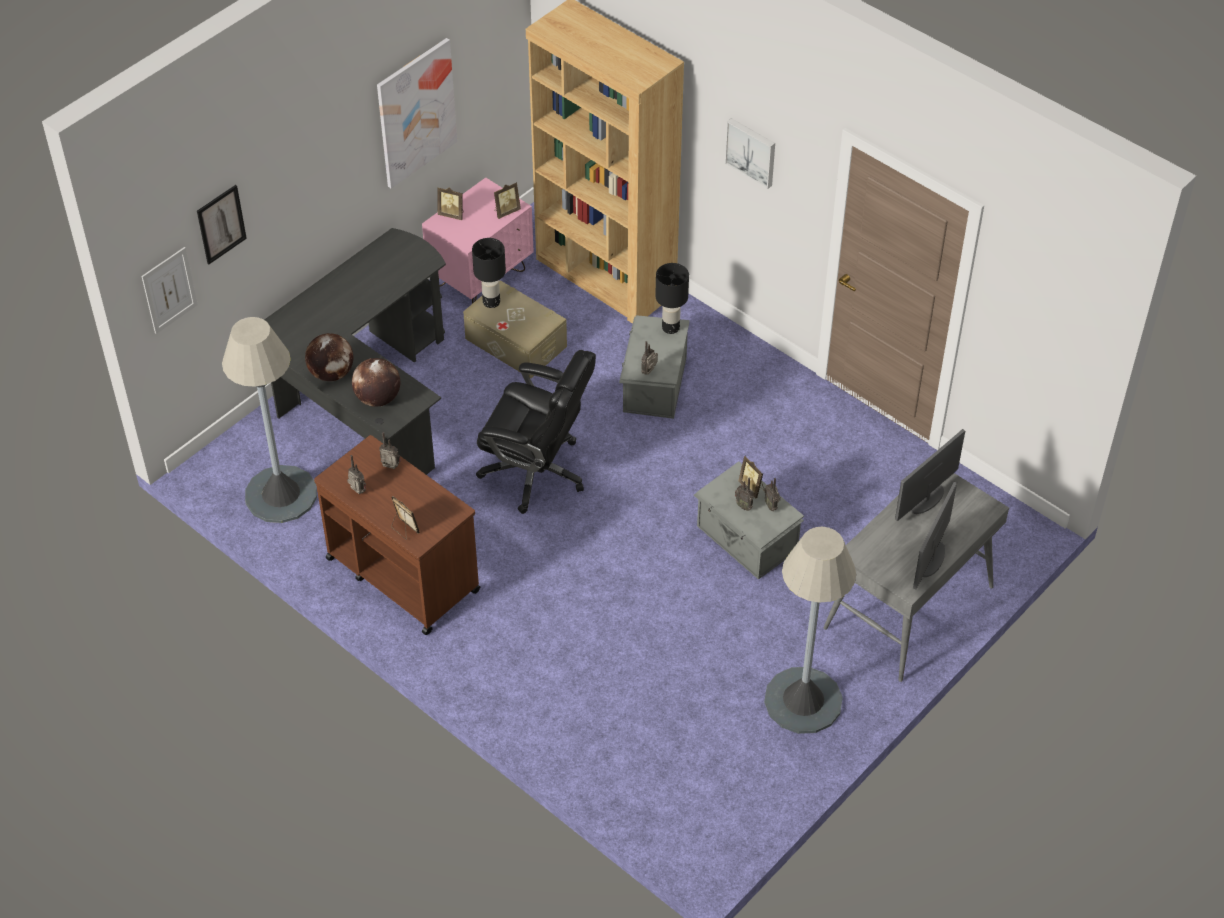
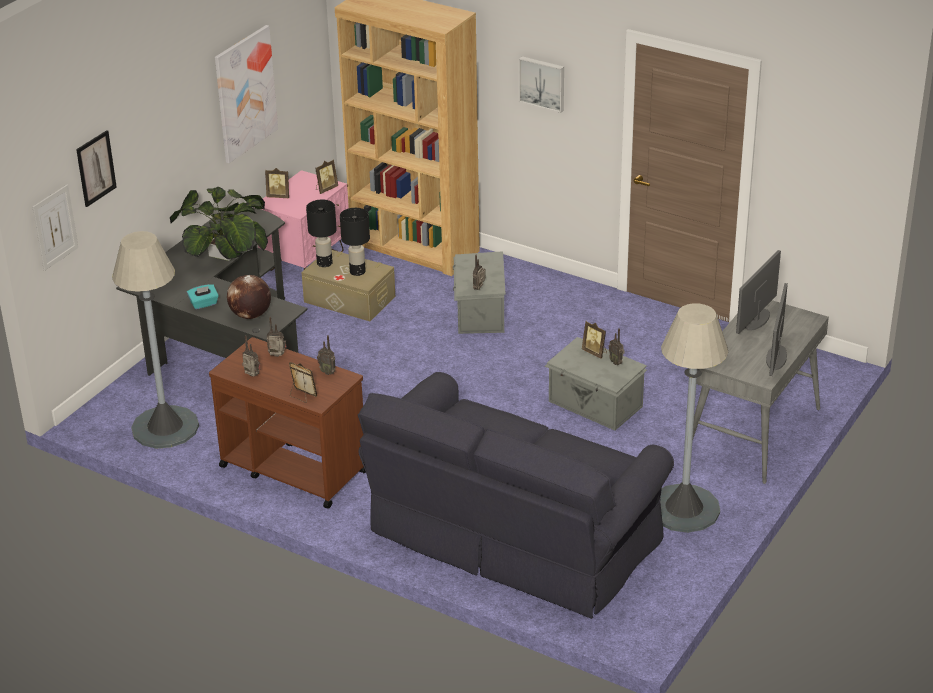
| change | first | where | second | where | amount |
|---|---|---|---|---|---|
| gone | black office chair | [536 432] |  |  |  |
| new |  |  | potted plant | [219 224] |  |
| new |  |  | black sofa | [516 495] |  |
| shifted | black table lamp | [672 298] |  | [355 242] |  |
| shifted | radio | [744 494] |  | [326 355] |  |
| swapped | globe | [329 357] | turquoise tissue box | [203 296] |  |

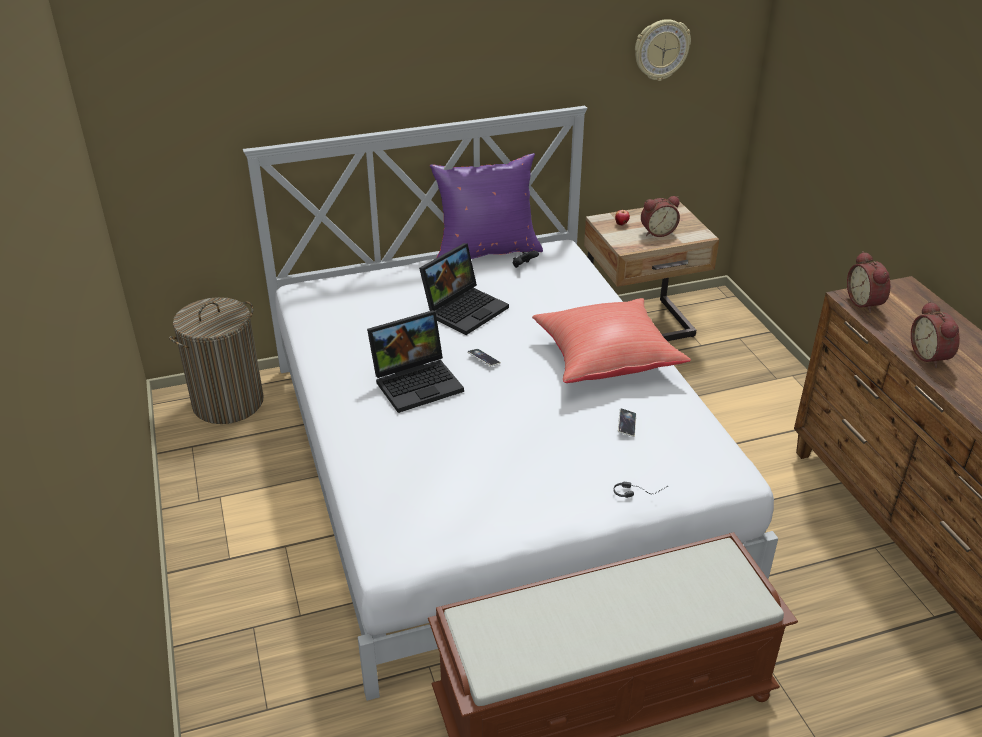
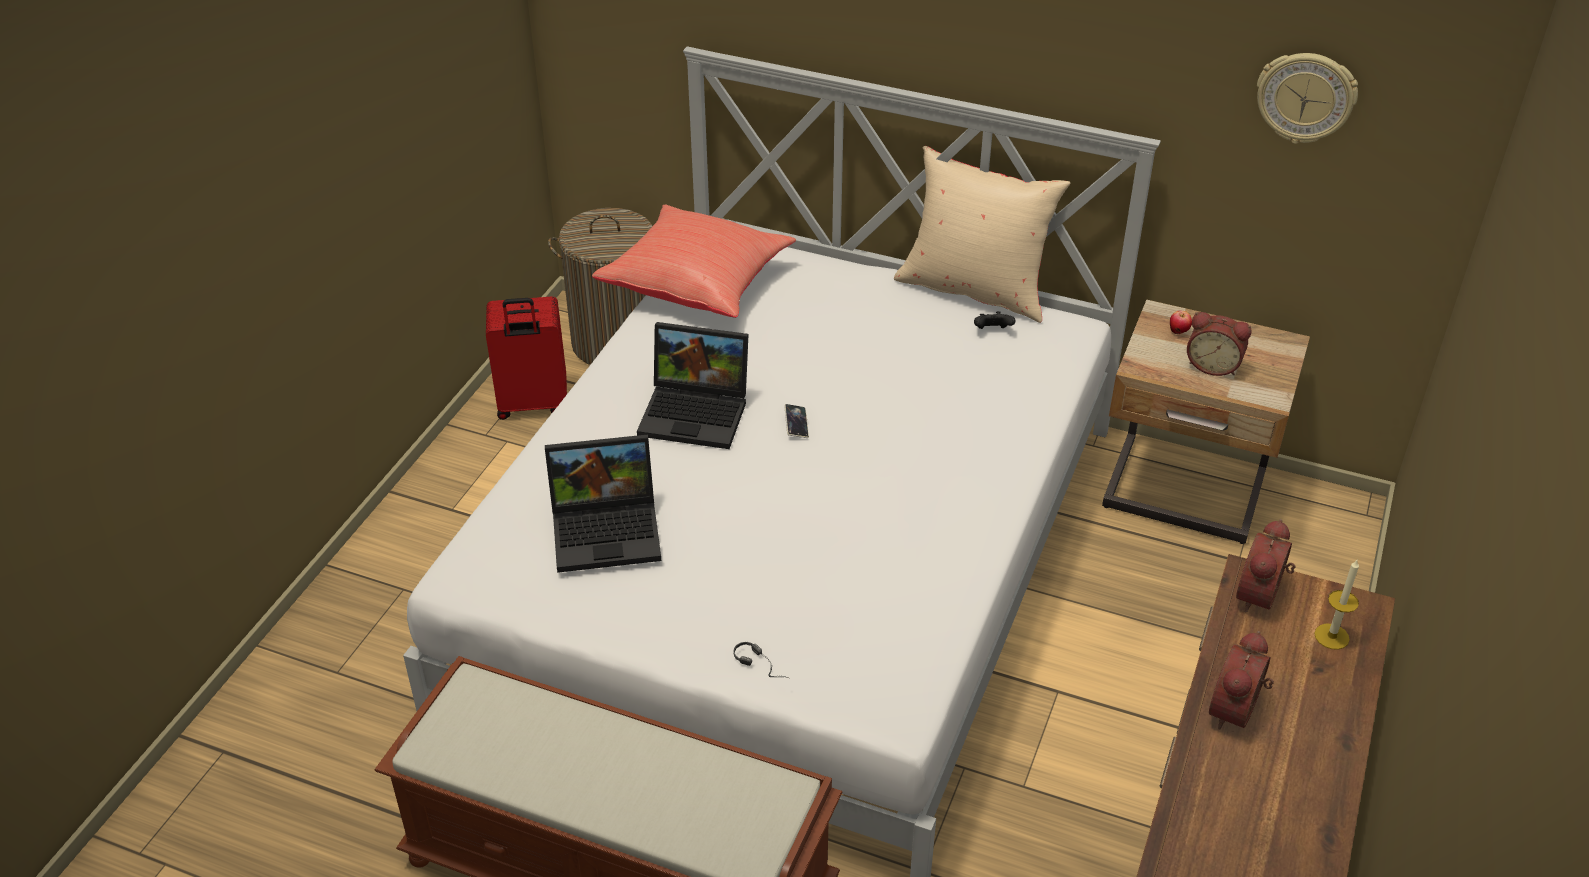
| change | first | where | second | where | amount |
|---|---|---|---|---|---|
| gone | phone | [627 423] |  |  |  |
| new |  |  | red suitcase | [526 358] |  |
| new |  |  | candle | [1336 605] |  |
| shifted | laptop | [464 289] |  | [603 503] |  |
| shifted | red pillow | [611 340] |  | [694 261] |  |
| repainted | purple pillow | [486 206] | beige pillow | [982 234] |  |

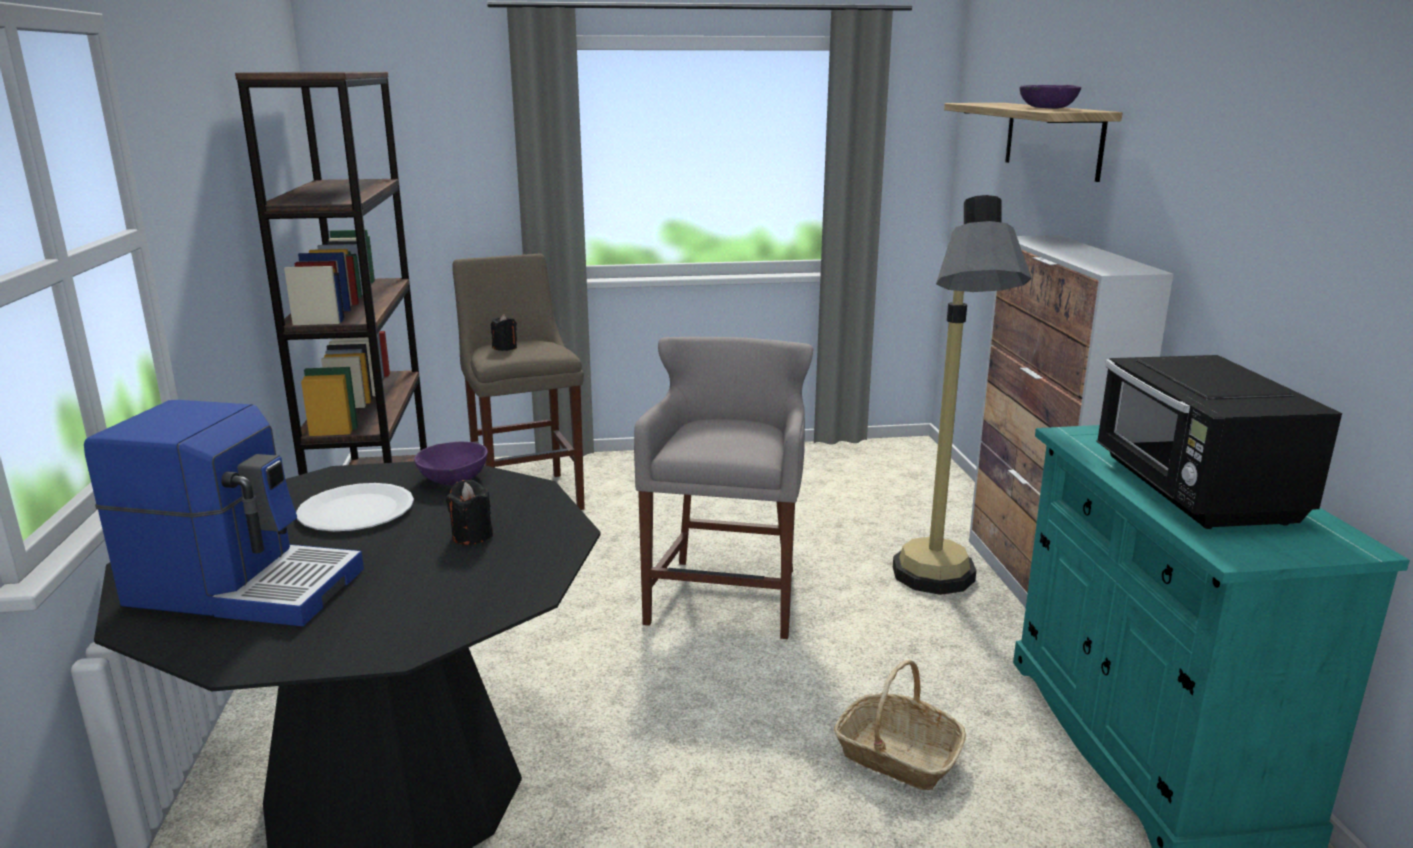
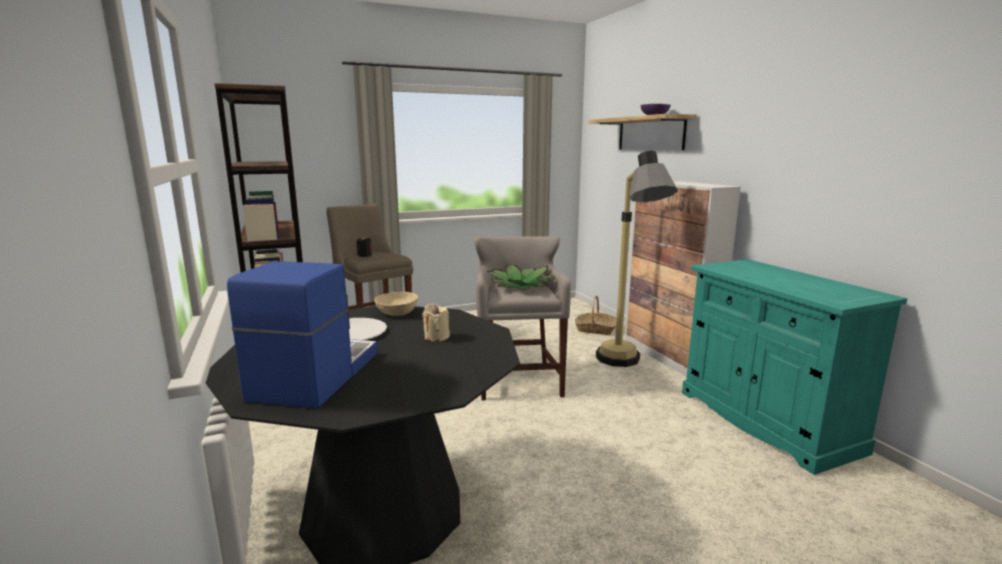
| change | first | where | second | where | amount |
|---|---|---|---|---|---|
| gone | black microwave | [1219 442] |  |  |  |
| new |  |  | potted plant | [520 277] |  |
| shifted | basket | [900 725] |  | [595 315] |  |
| repainted | purple bowl | [451 463] | beige bowl | [396 304] |  |
| repainted | black candle | [469 512] | beige candle | [436 322] |  |
| rotated | coffee machine | [224 513] |  | [302 335] | 75 degrees counterclockwise |

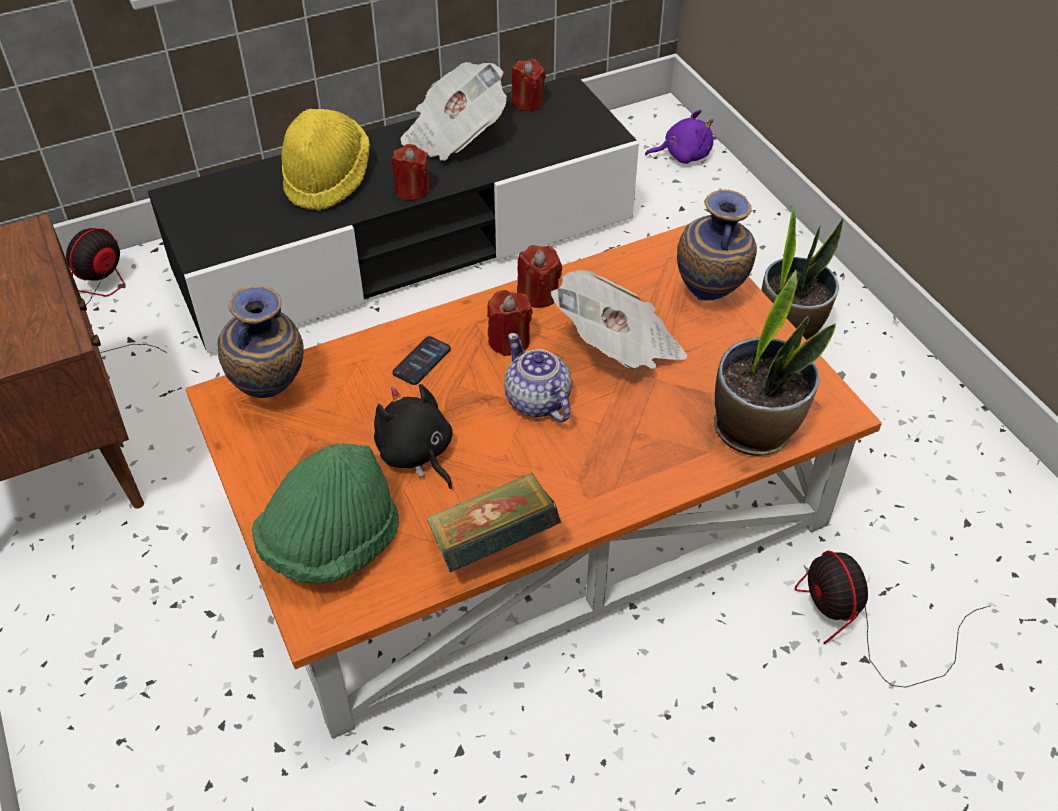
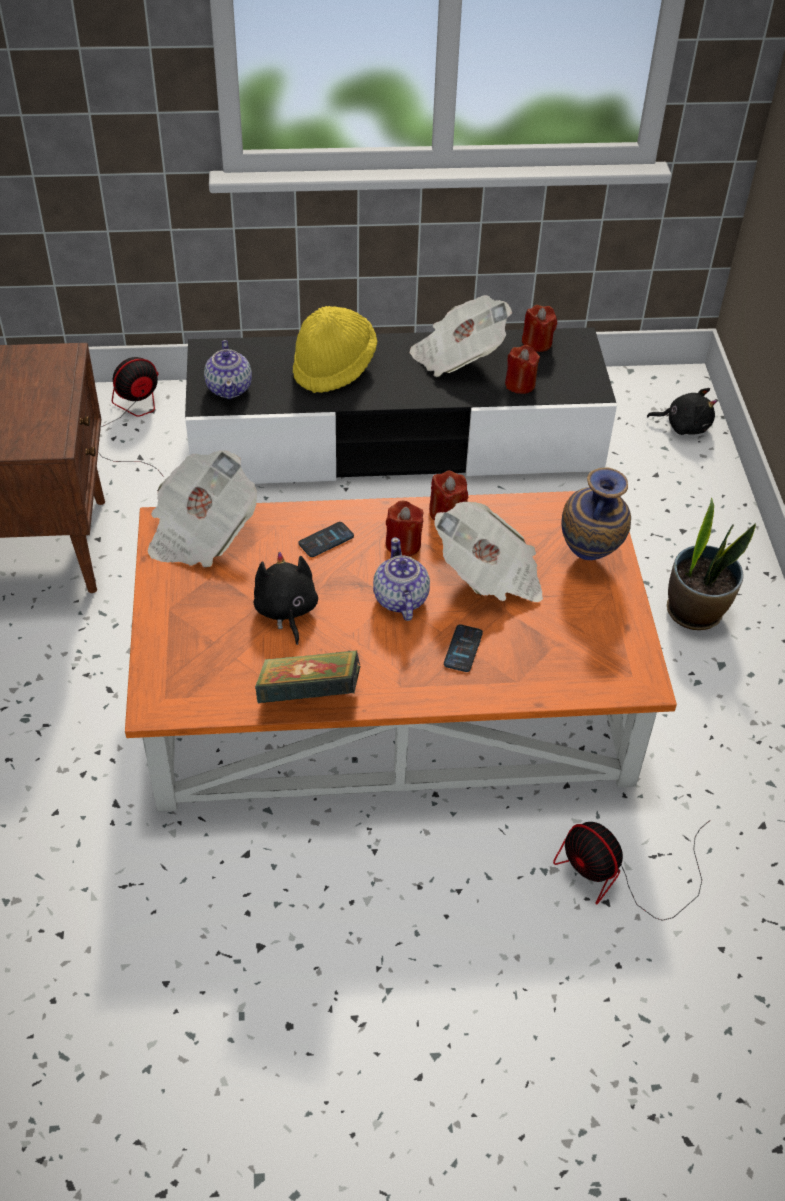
| change | first | where | second | where | amount |
|---|---|---|---|---|---|
| gone | green hat | [325 513] |  |  |  |
| gone | potted plant | [775 363] |  |  |  |
| new |  |  | teapot | [228 369] |  |
| new |  |  | phone | [463 648] |  |
| shifted | red candle | [410 172] |  | [522 369] |  |
| swapped | vase | [260 342] | newspaper | [202 509] |  |
| repainted | purple plush toy | [679 136] | black plush toy | [682 411] |  |
| rotated | fan | [893 619] |  | [631 870] | 45 degrees counterclockwise |

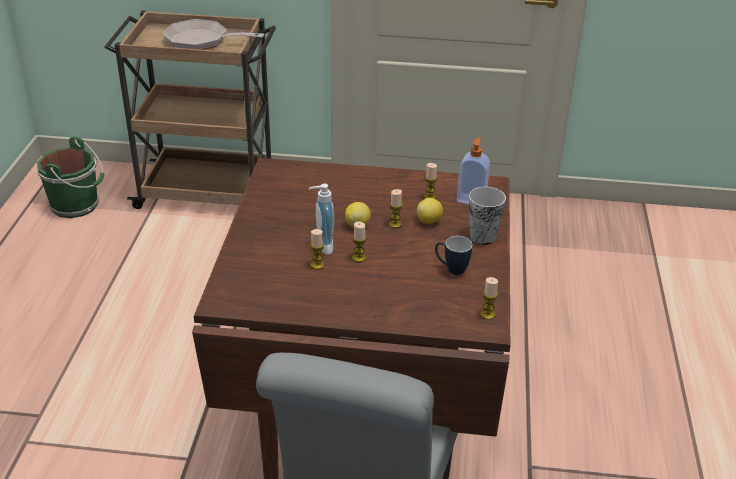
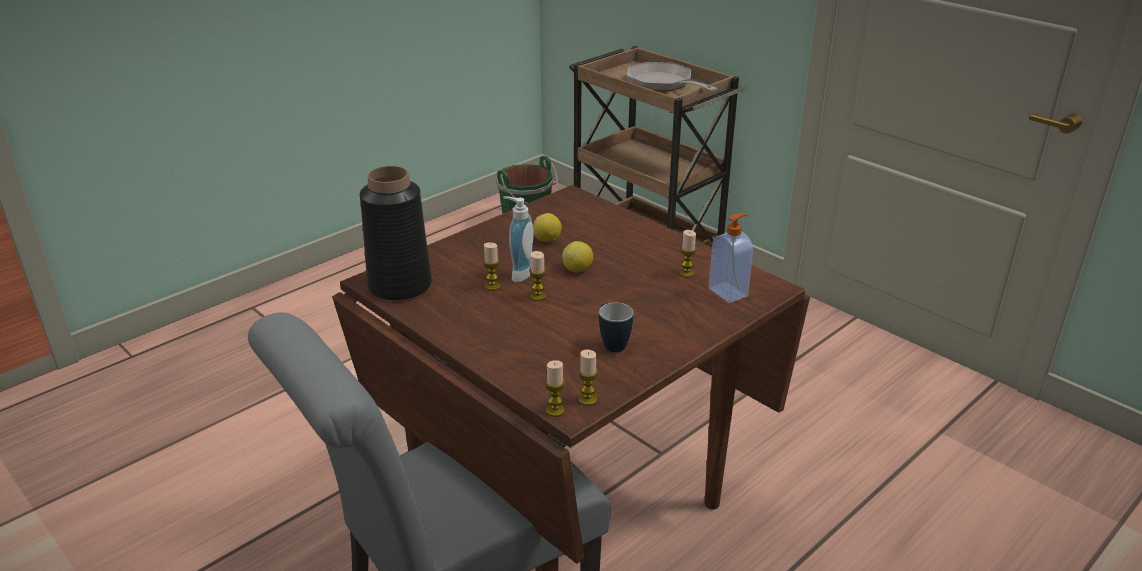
| change | first | where | second | where | amount |
|---|---|---|---|---|---|
| gone | cup | [487 216] |  |  |  |
| new |  |  | black vase | [396 233] |  |
| shifted | candle | [396 208] |  | [555 388] |  |
| shifted | lemon | [430 211] |  | [547 227] |  |

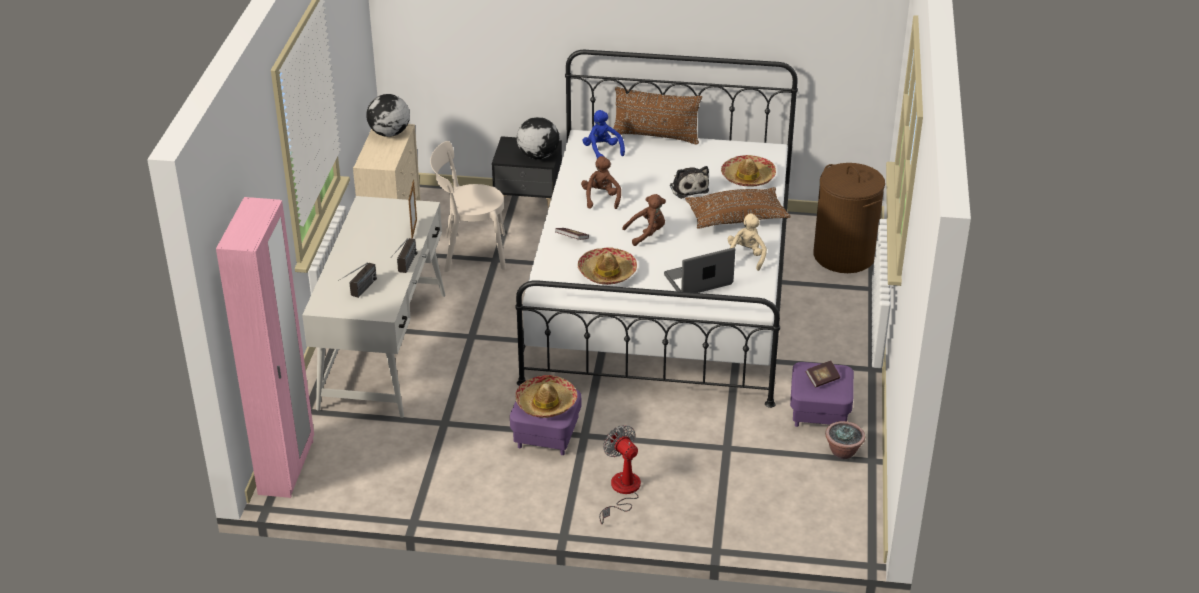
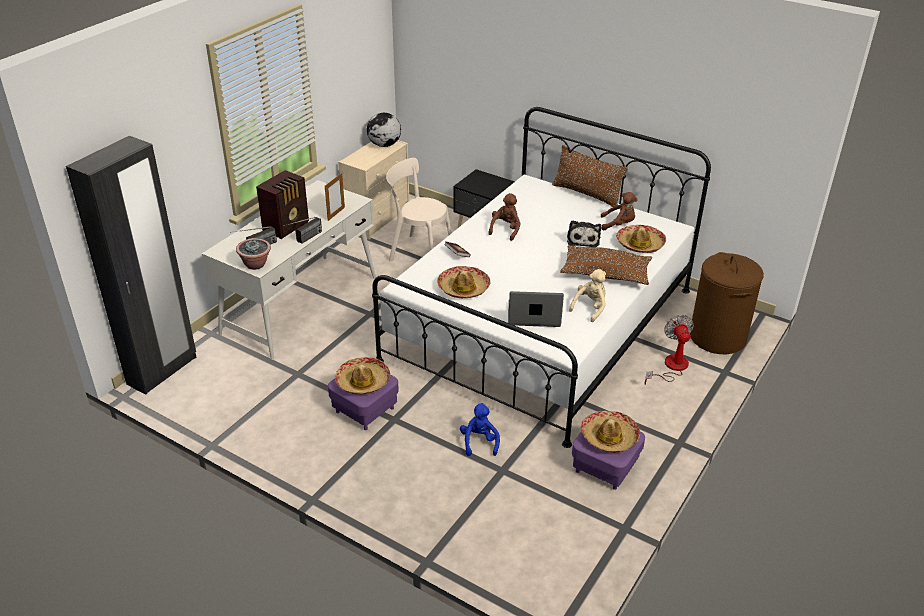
| change | first | where | second | where | amount |
|---|---|---|---|---|---|
| gone | globe | [538 138] |  |  |  |
| new |  |  | radio | [282 204] |  |
| shifted | blue plush toy | [603 134] |  | [480 429] |  |
| shifted | fan | [620 474] |  | [669 349] |  |
| shifted | brown plush toy | [644 220] |  | [619 211] |  |
| shifted | potted plant | [845 440] |  | [253 254] |  |
| swapped | book | [822 374] | hat | [610 432] |  |
| repainted | pink wardrobe | [265 347] | black wardrobe | [131 265] |  |

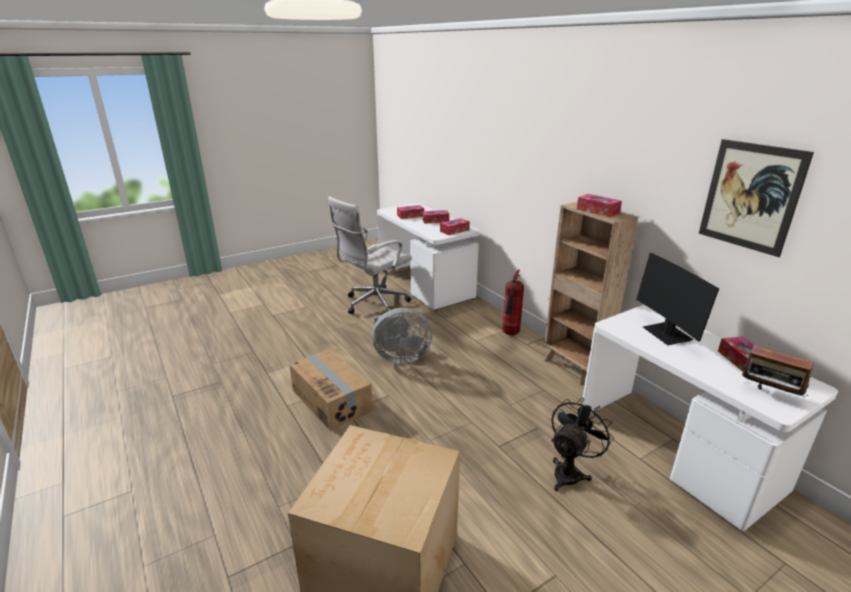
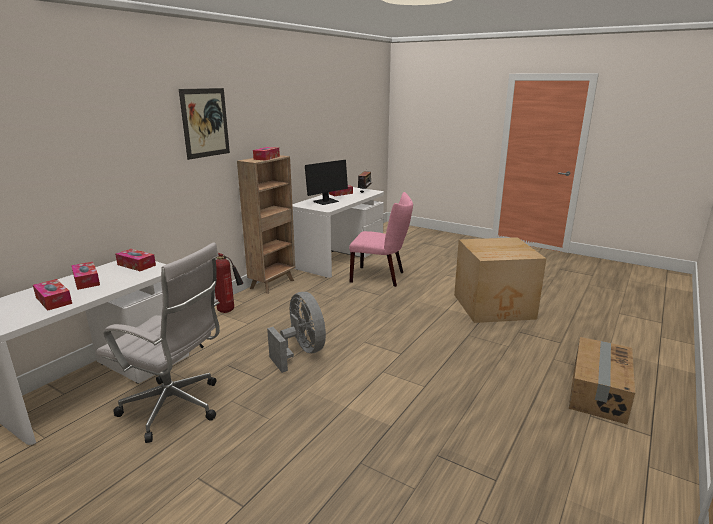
| change | first | where | second | where | amount |
|---|---|---|---|---|---|
| shifted | cardboard box | [331 390] |  | [602 380] |  |
| shifted | picture | [756 198] |  | [204 124] |  |
| swapped | black fan | [582 444] | pink chair | [381 239] |  |

